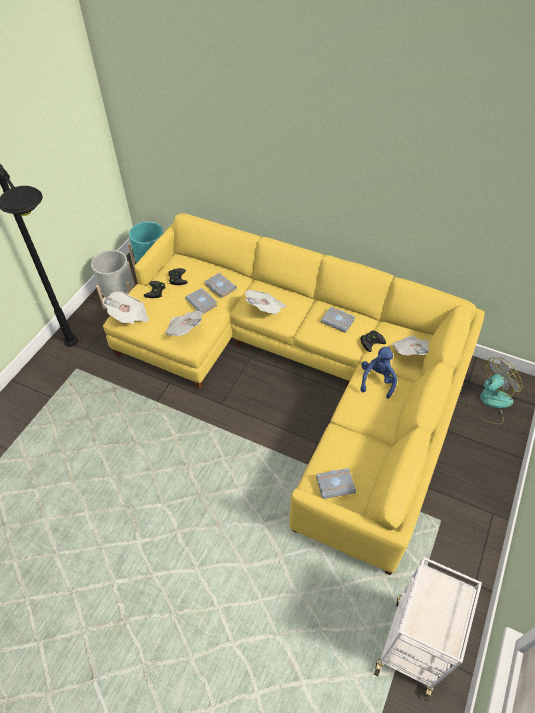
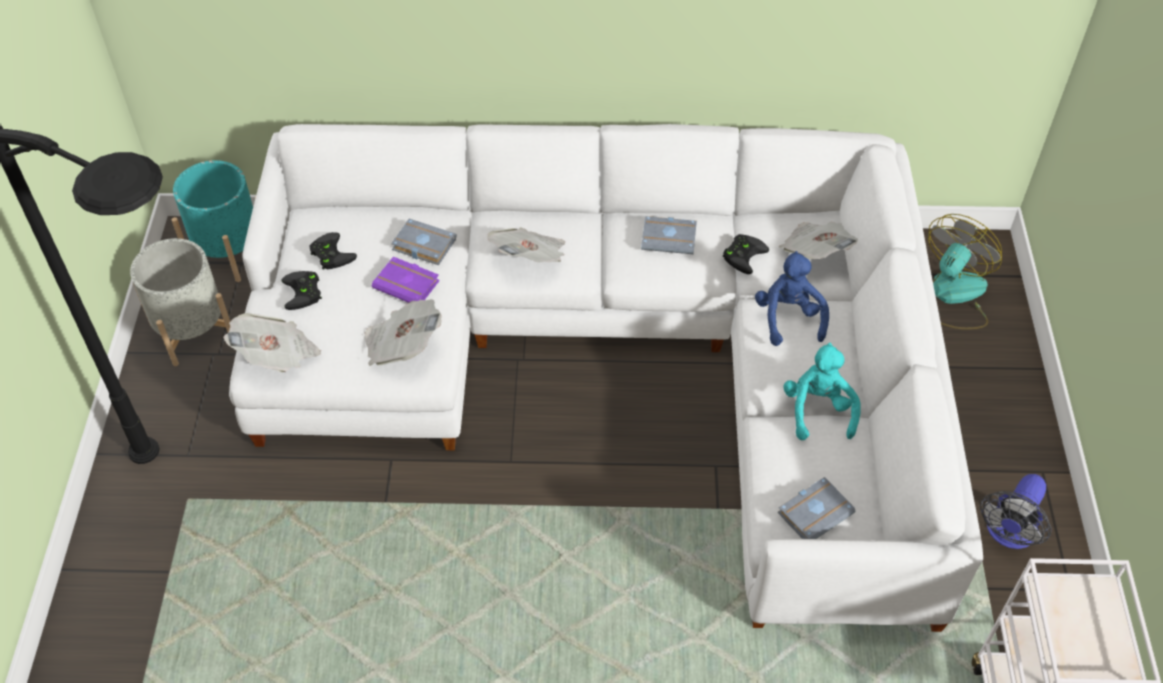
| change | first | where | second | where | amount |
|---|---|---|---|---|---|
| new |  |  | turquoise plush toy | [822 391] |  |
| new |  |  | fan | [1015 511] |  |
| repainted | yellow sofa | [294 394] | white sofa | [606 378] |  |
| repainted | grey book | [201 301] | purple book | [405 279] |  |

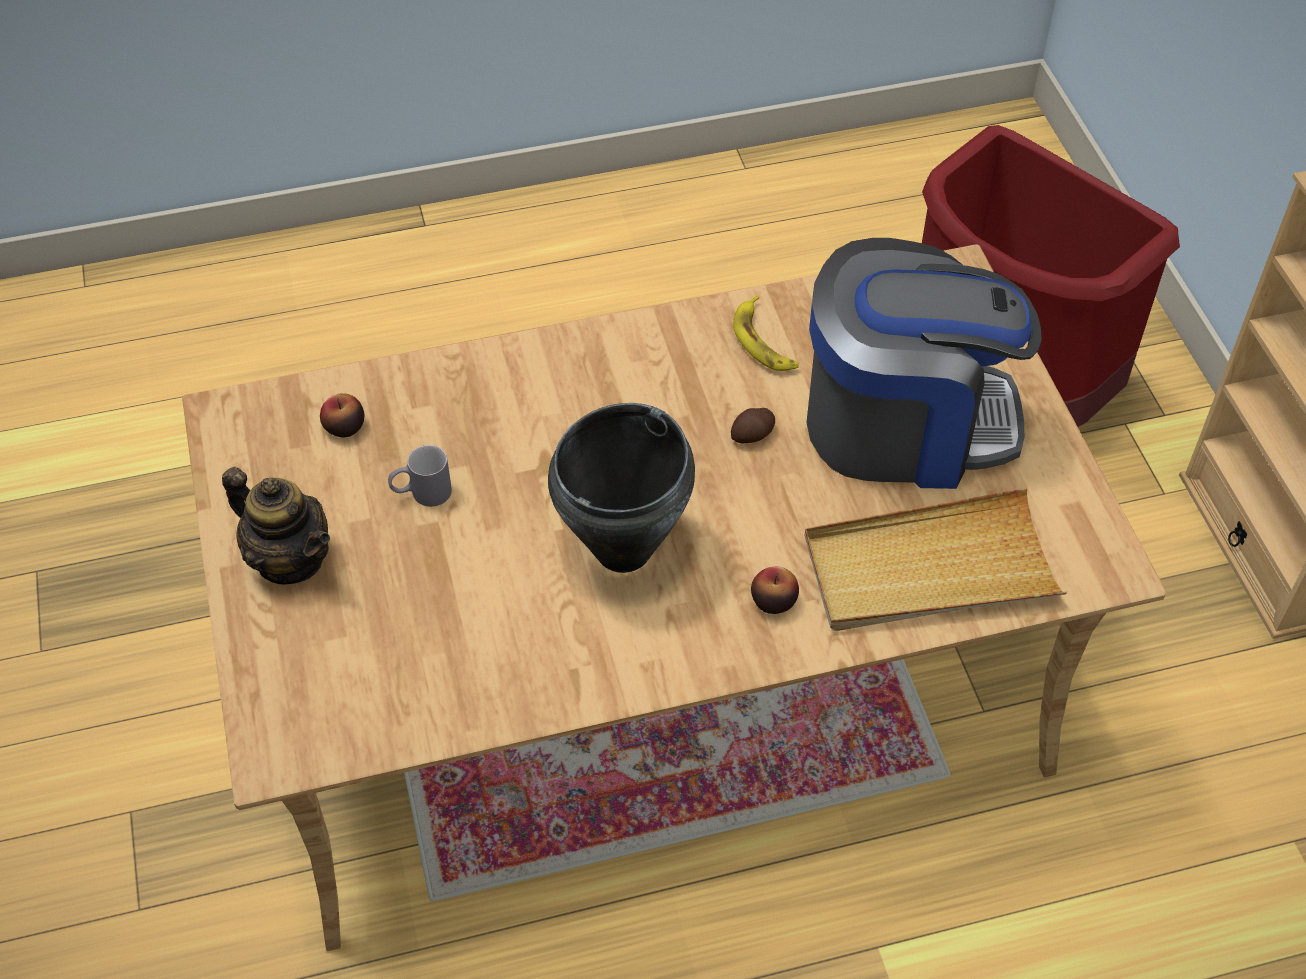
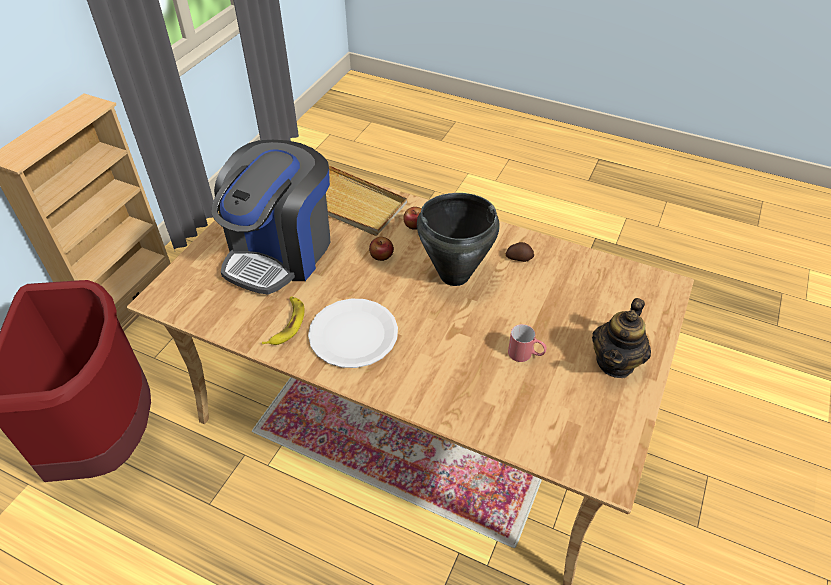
| change | first | where | second | where | amount |
|---|---|---|---|---|---|
| new |  |  | white plate | [353 333] |  |
| shifted | apple | [342 415] |  | [381 249] |  |
| shifted | potato | [753 426] |  | [520 252] |  |
| repainted | grey mug | [420 476] | red mug | [527 343] |  |
| rotated | teapot | [276 525] |  | [621 338] | 135 degrees counterclockwise |
| rotated | coffee machine | [924 363] |  | [270 217] | 105 degrees counterclockwise |

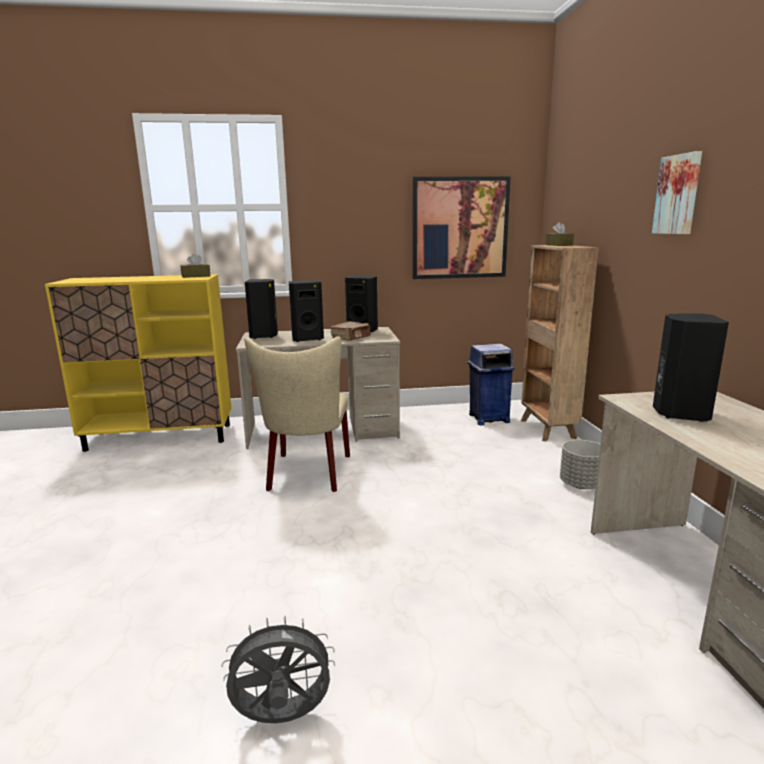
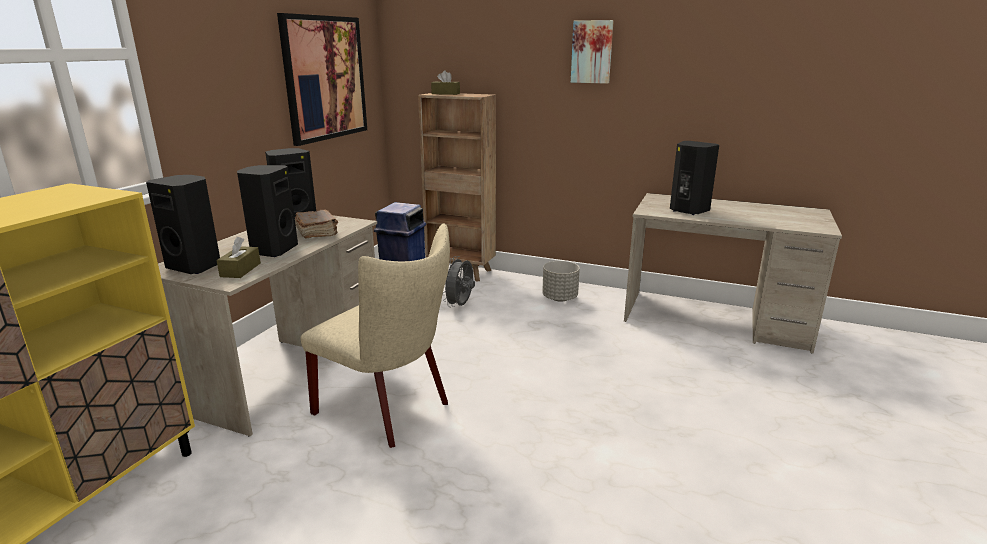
| change | first | where | second | where | amount |
|---|---|---|---|---|---|
| shifted | brown tissue box | [195 265] |  | [239 257] |  |
| shifted | grey fan | [278 669] |  | [459 281] |  |

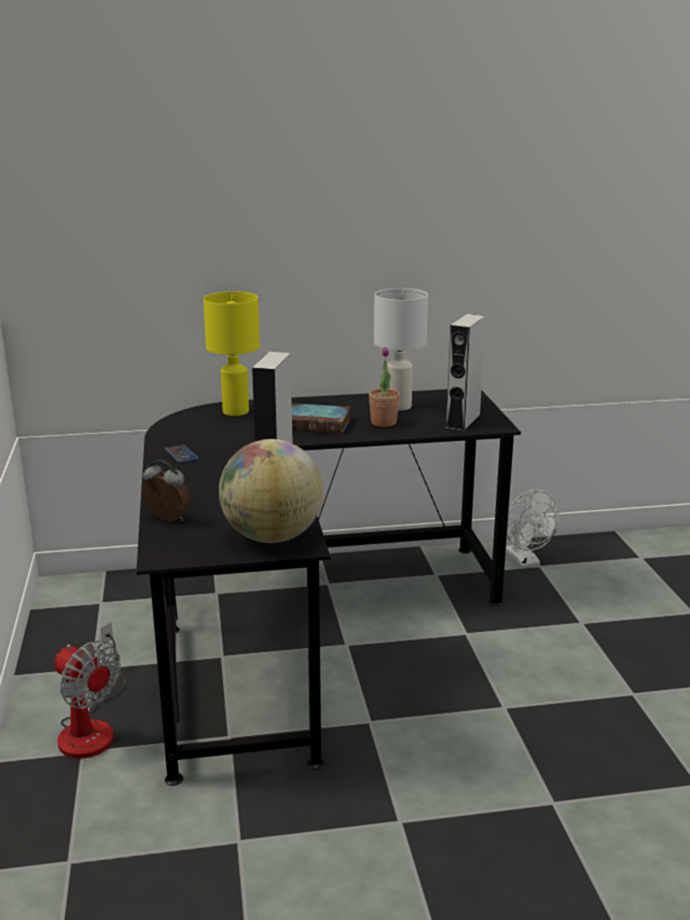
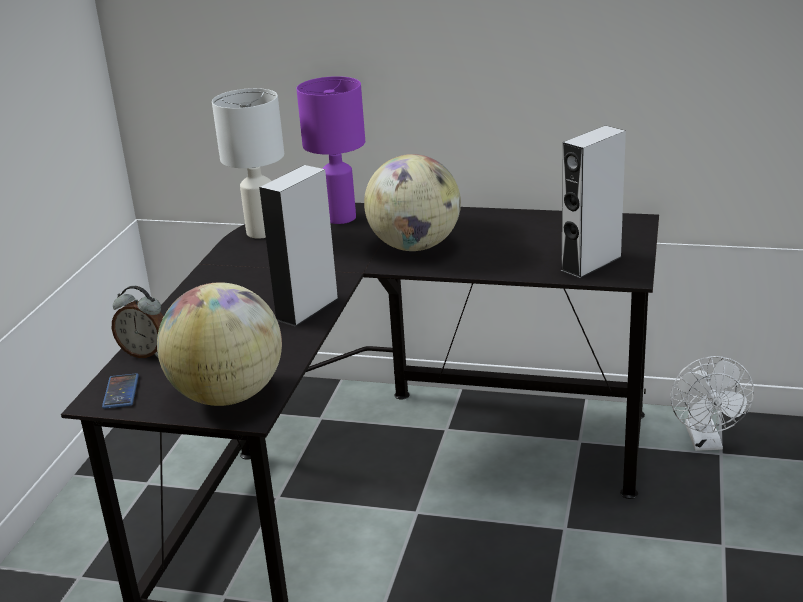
| change | first | where | second | where | amount |
|---|---|---|---|---|---|
| gone | fan | [90 690] |  |  |  |
| gone | potted plant | [384 387] |  |  |  |
| shifted | phone | [182 453] |  | [120 391] |  |
| shifted | white table lamp | [401 349] |  | [248 163] |  |
| swapped | book | [321 418] | globe | [412 202] |  |
| repainted | yellow table lamp | [231 353] | purple table lamp | [331 150] |  |
| rotated | alarm clock | [166 490] |  | [137 322] | 150 degrees clockwise |

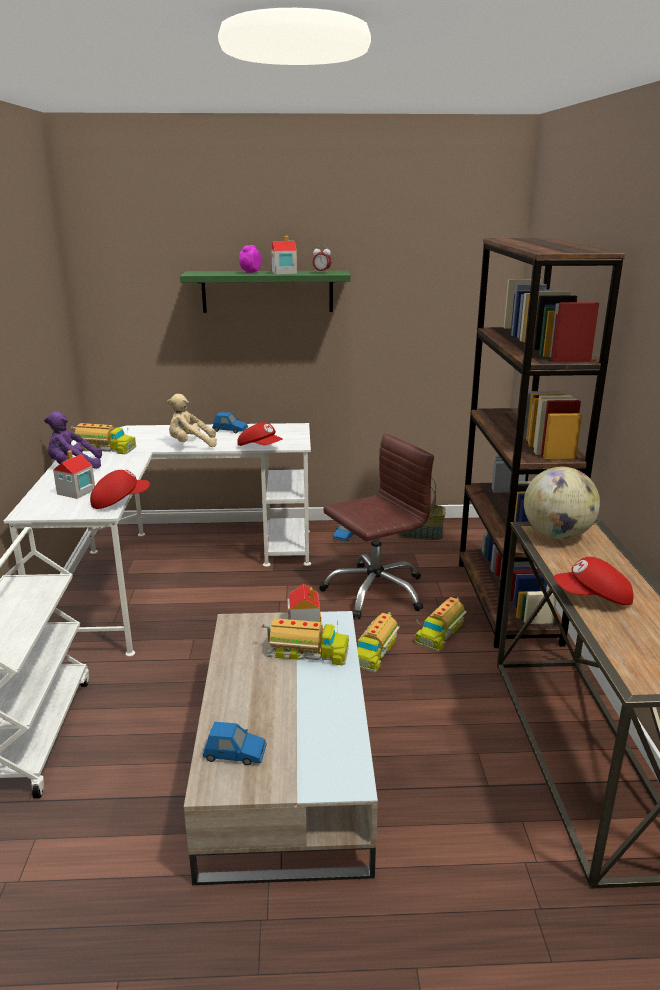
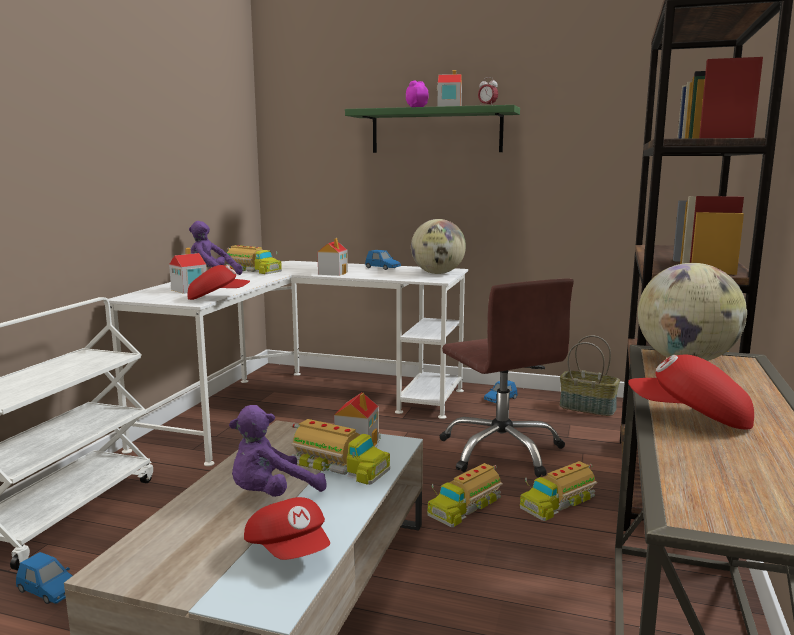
| change | first | where | second | where | amount |
|---|---|---|---|---|---|
| new |  |  | purple plush toy | [278 451] |  |
| new |  |  | globe | [438 246] |  |
| shifted | blue toy car | [235 743] |  | [44 578] |  |
| shifted | red cap | [259 434] |  | [287 528] |  |
| swapped | beige plush toy | [192 420] | toy house | [332 257] |  |
| rotated | brown office chair | [376 526] |  | [507 377] | 75 degrees clockwise |

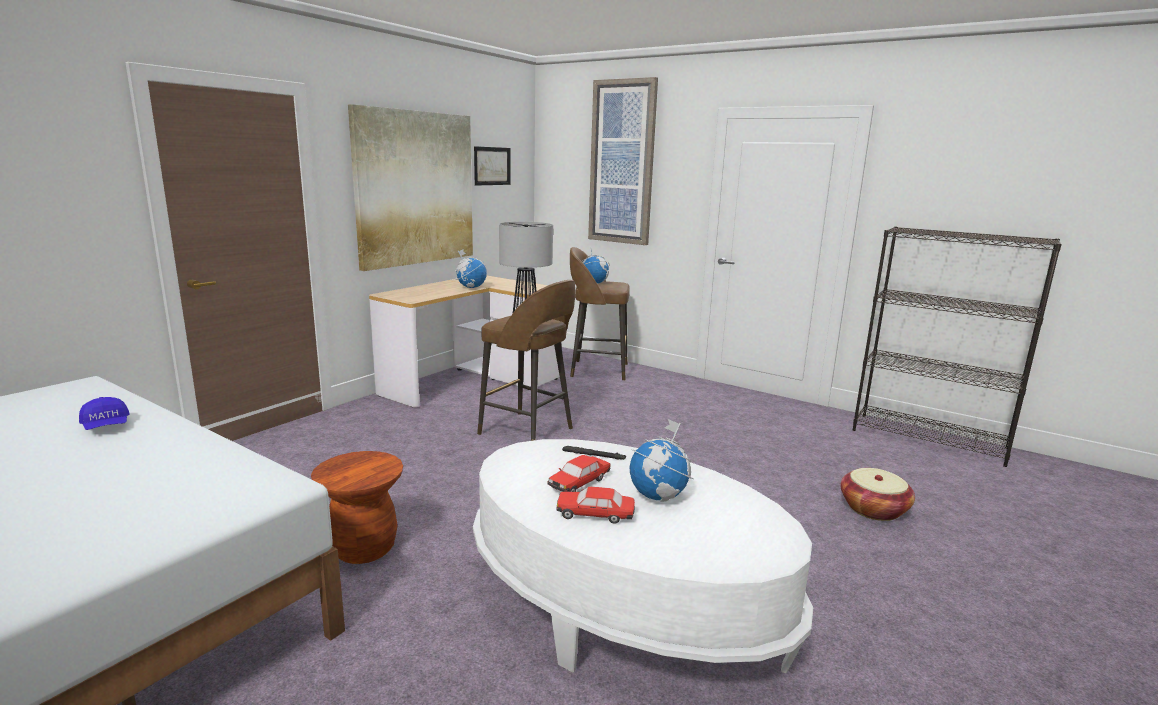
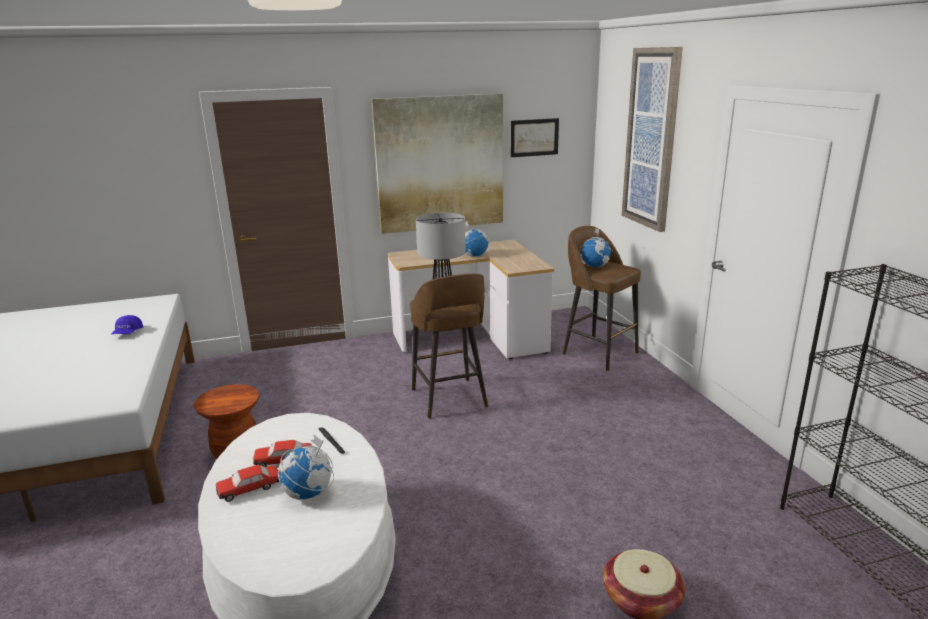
| change | first | where | second | where | amount |
|---|---|---|---|---|---|
| rotated | toy car | [596 505] |  | [247 483] | 75 degrees counterclockwise |

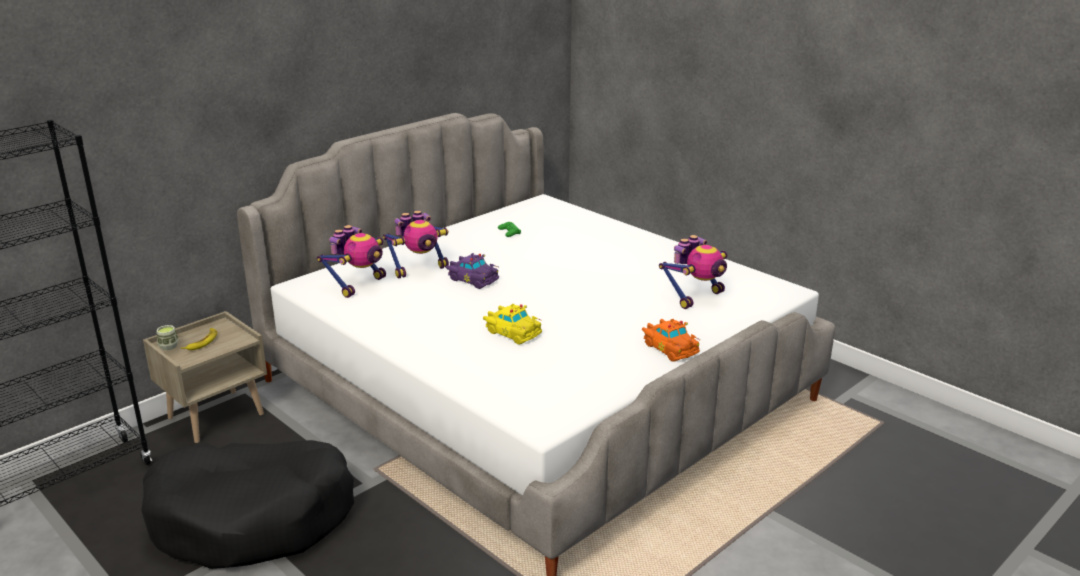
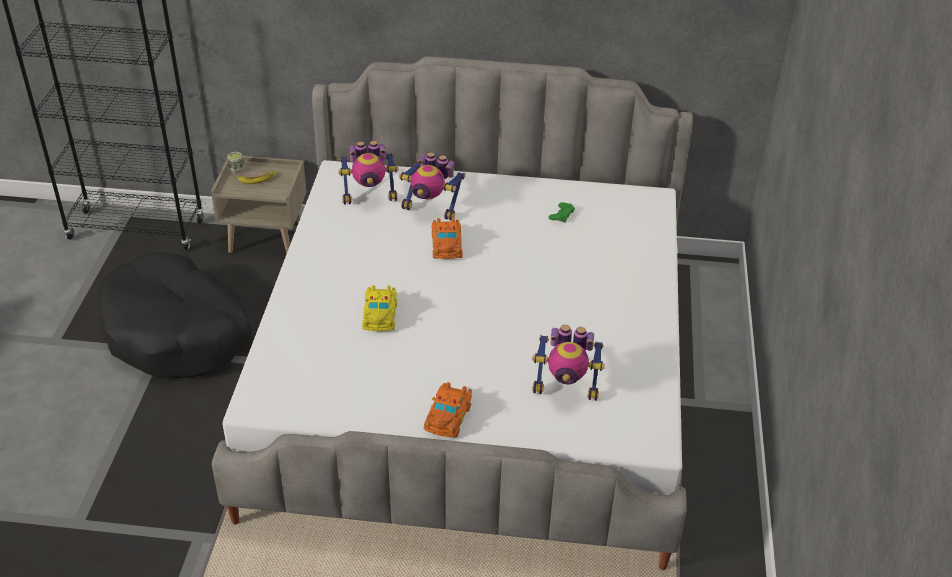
| change | first | where | second | where | amount |
|---|---|---|---|---|---|
| repainted | purple toy car | [472 271] | orange toy car | [447 238] |  |

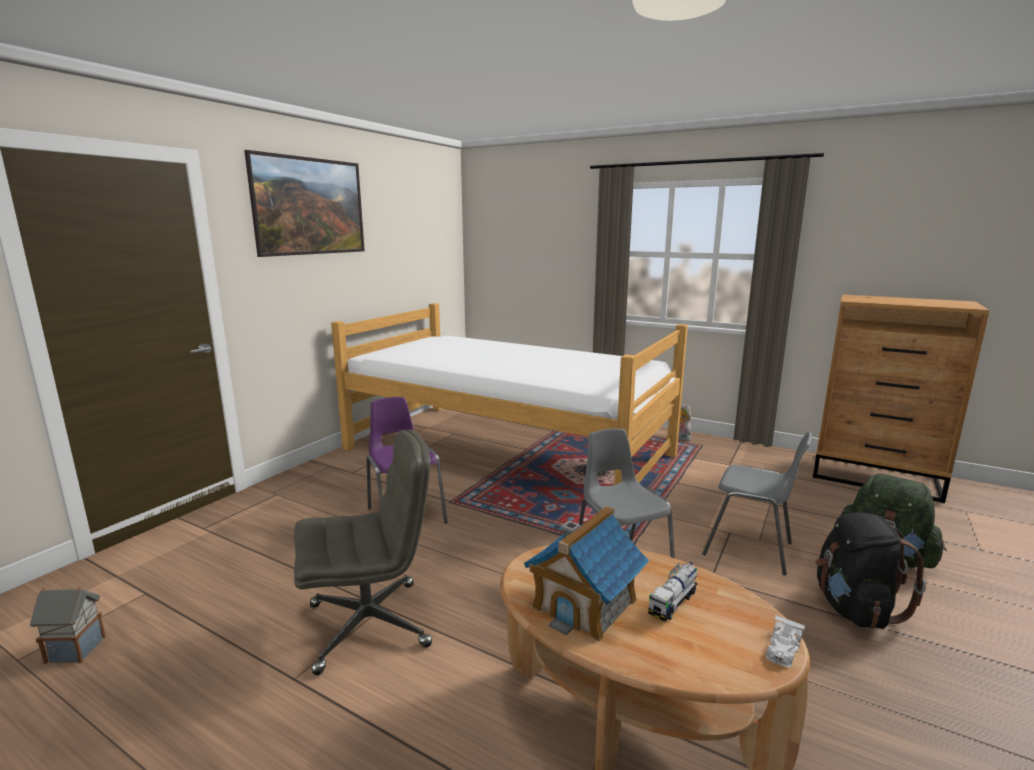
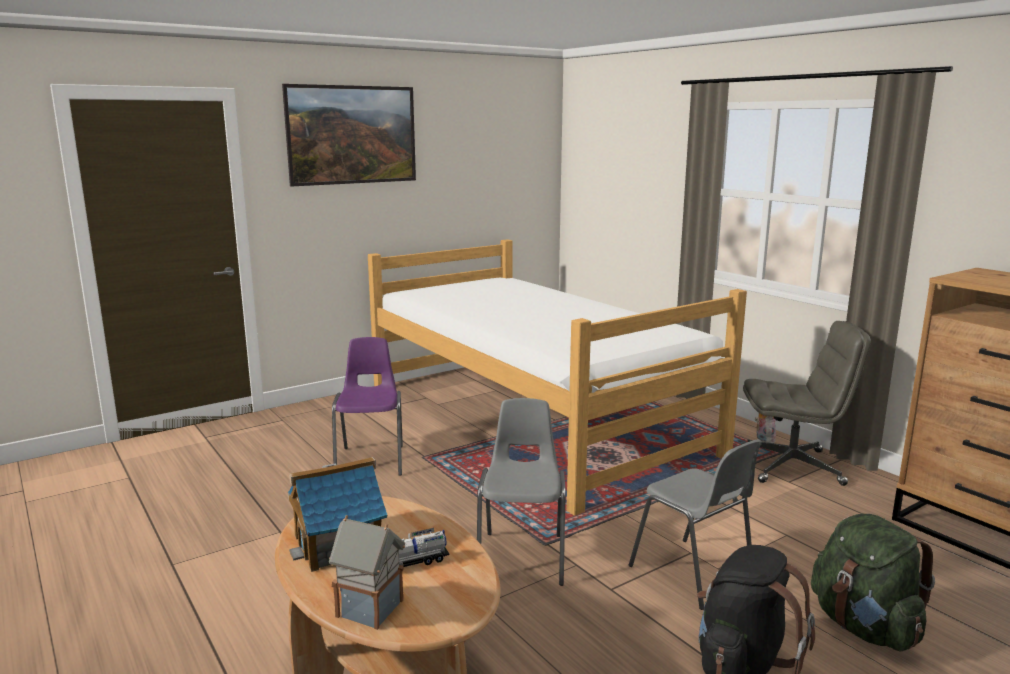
| change | first | where | second | where | amount |
|---|---|---|---|---|---|
| gone | white toy car | [785 641] |  |  |  |
| shifted | toy house | [68 625] |  | [367 572] |  |
| shifted | grey office chair | [363 552] |  | [806 403] |  |

